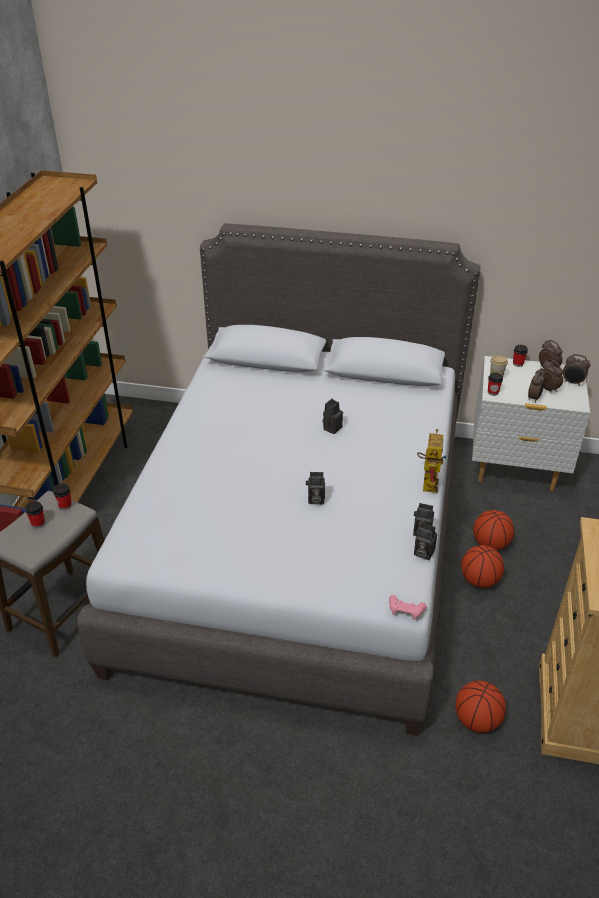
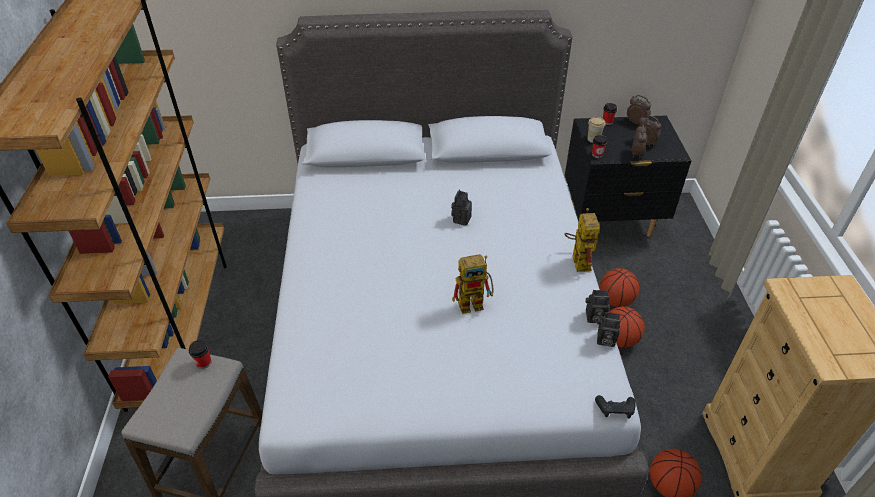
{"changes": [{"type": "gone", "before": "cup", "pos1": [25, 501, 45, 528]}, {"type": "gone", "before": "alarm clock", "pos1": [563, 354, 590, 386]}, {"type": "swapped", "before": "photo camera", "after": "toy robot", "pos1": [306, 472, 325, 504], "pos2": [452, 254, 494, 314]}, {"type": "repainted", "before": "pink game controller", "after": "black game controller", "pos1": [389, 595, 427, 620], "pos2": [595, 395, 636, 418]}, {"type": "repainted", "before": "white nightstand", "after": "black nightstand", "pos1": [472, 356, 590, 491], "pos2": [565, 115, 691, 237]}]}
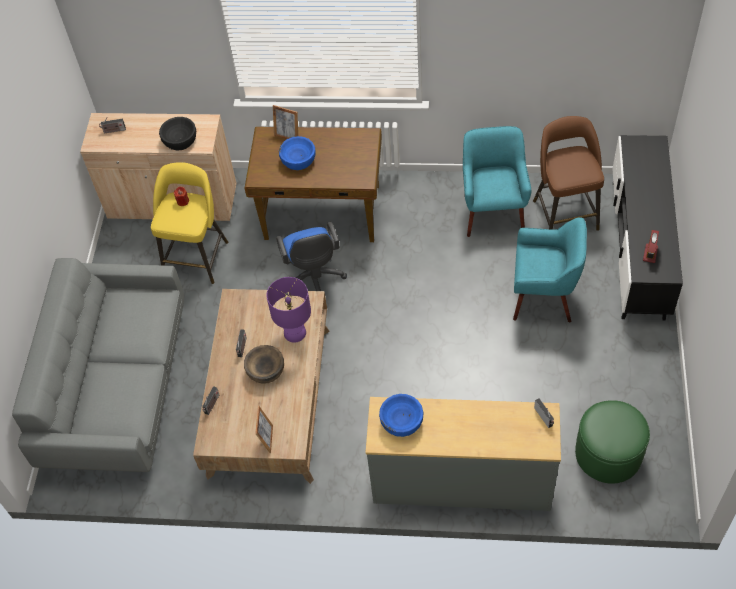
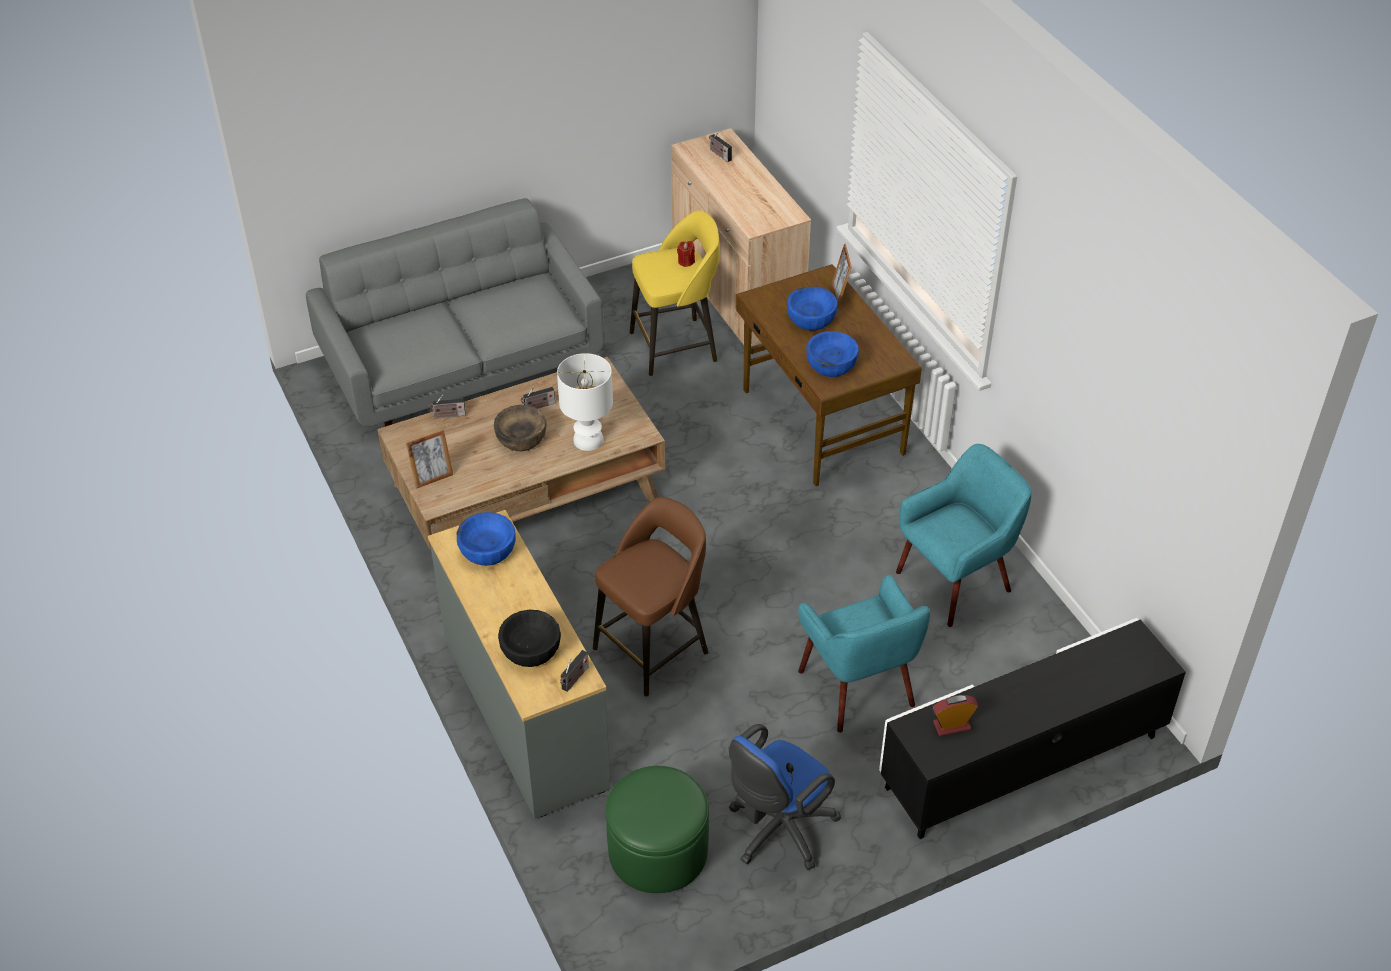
{"changes": [{"type": "new", "after": "blue bowl", "pos2": [806, 331, 859, 377]}, {"type": "shifted", "before": "black bowl", "pos1": [159, 117, 196, 150], "pos2": [498, 610, 561, 667]}, {"type": "shifted", "before": "blue office chair", "pos1": [276, 222, 347, 291], "pos2": [729, 724, 841, 870]}, {"type": "shifted", "before": "brown stool", "pos1": [533, 116, 604, 231], "pos2": [593, 497, 709, 697]}, {"type": "repainted", "before": "purple table lamp", "after": "white table lamp", "pos1": [266, 277, 311, 343], "pos2": [557, 353, 613, 451]}]}
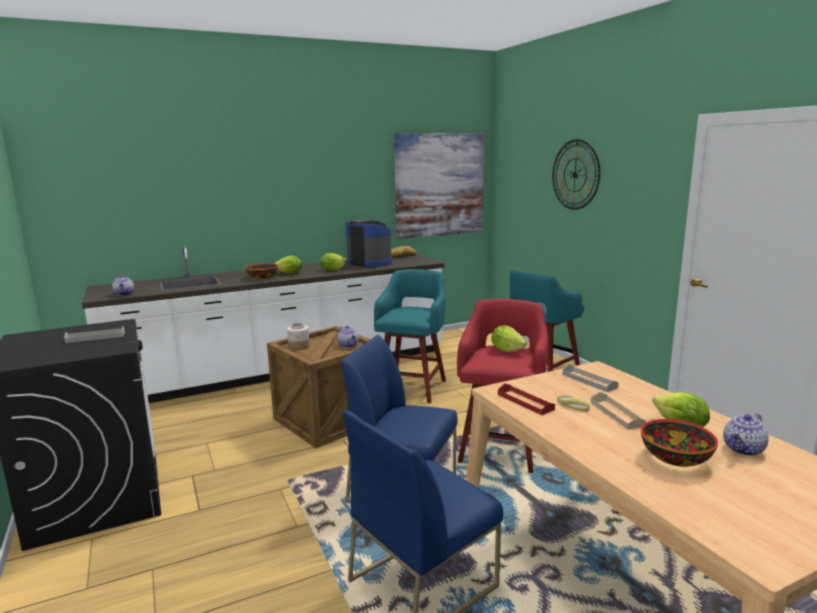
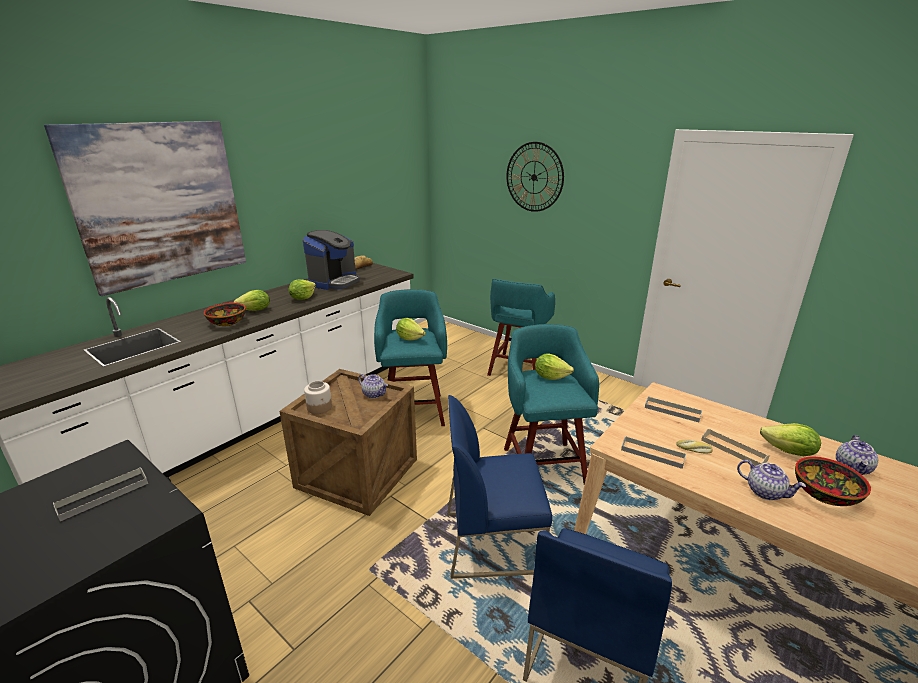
{"changes": [{"type": "new", "after": "lettuce", "pos2": [396, 318, 426, 341]}, {"type": "shifted", "before": "teapot", "pos1": [112, 275, 134, 296], "pos2": [737, 460, 806, 500]}, {"type": "shifted", "before": "picture", "pos1": [394, 133, 484, 239], "pos2": [44, 121, 246, 296]}, {"type": "repainted", "before": "red stool", "after": "turquoise stool", "pos1": [457, 299, 548, 474], "pos2": [504, 324, 599, 484]}, {"type": "repainted", "before": "red tray", "after": "grey tray", "pos1": [498, 383, 555, 415], "pos2": [621, 436, 686, 469]}, {"type": "rotated", "before": "coffee machine", "pos1": [346, 220, 392, 267], "pos2": [303, 230, 360, 290], "turn": 105}]}
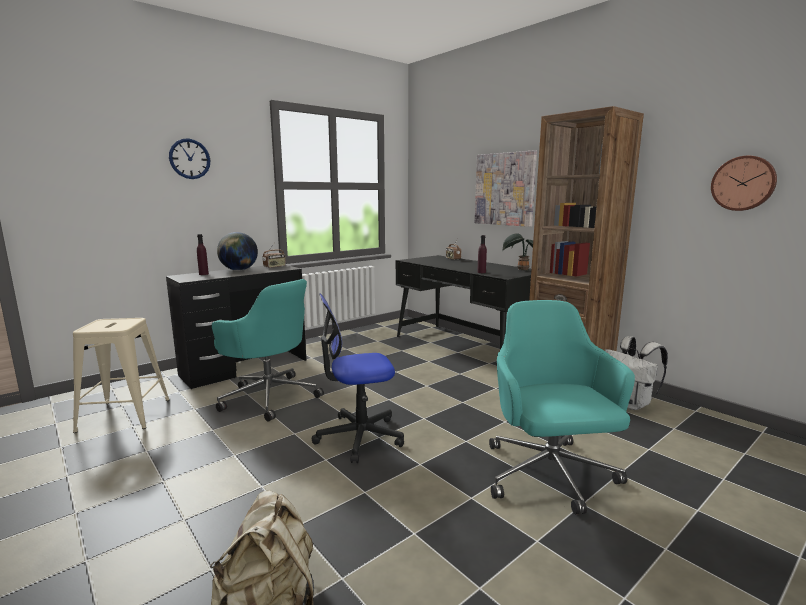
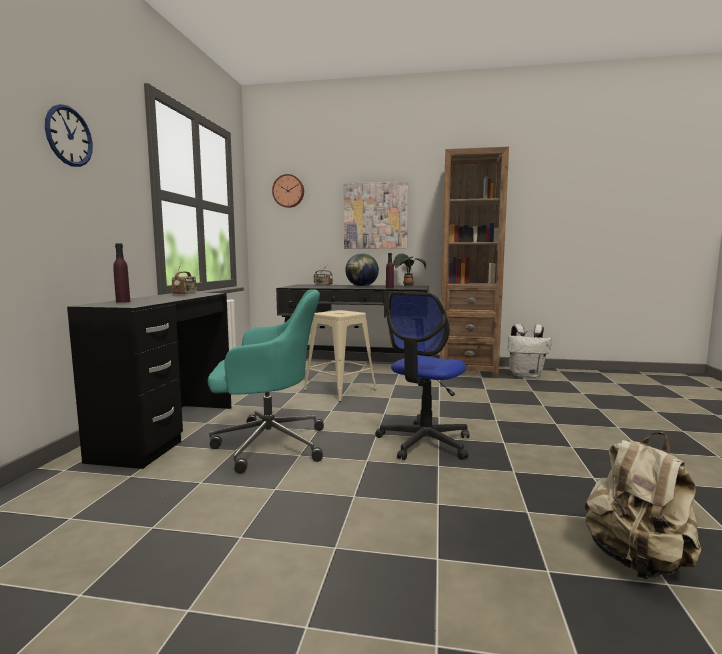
{"changes": [{"type": "gone", "before": "turquoise office chair", "pos1": [489, 300, 635, 514]}, {"type": "shifted", "before": "beige stool", "pos1": [73, 318, 170, 433], "pos2": [304, 310, 377, 402]}, {"type": "shifted", "before": "globe", "pos1": [217, 232, 258, 271], "pos2": [345, 253, 379, 287]}, {"type": "shifted", "before": "wall clock", "pos1": [711, 156, 777, 211], "pos2": [272, 174, 304, 208]}]}
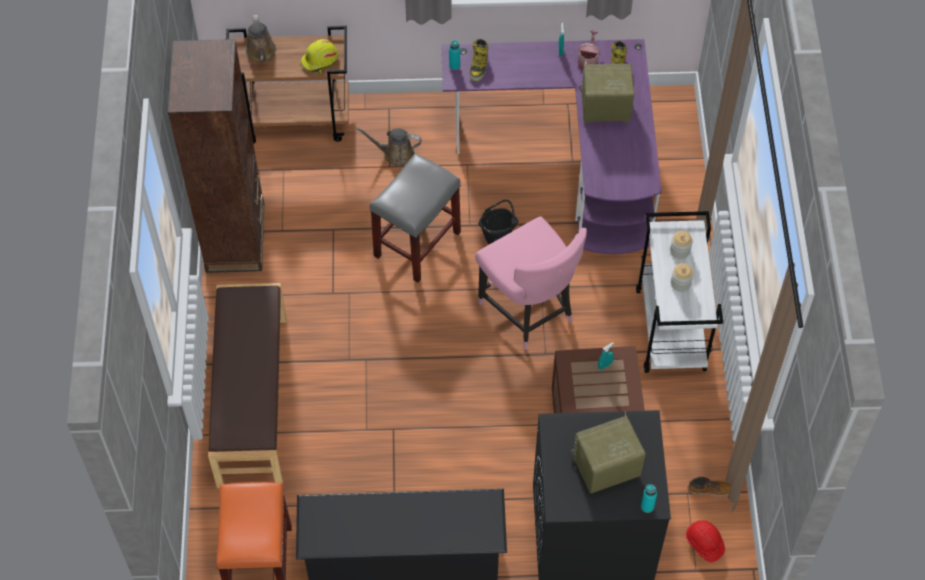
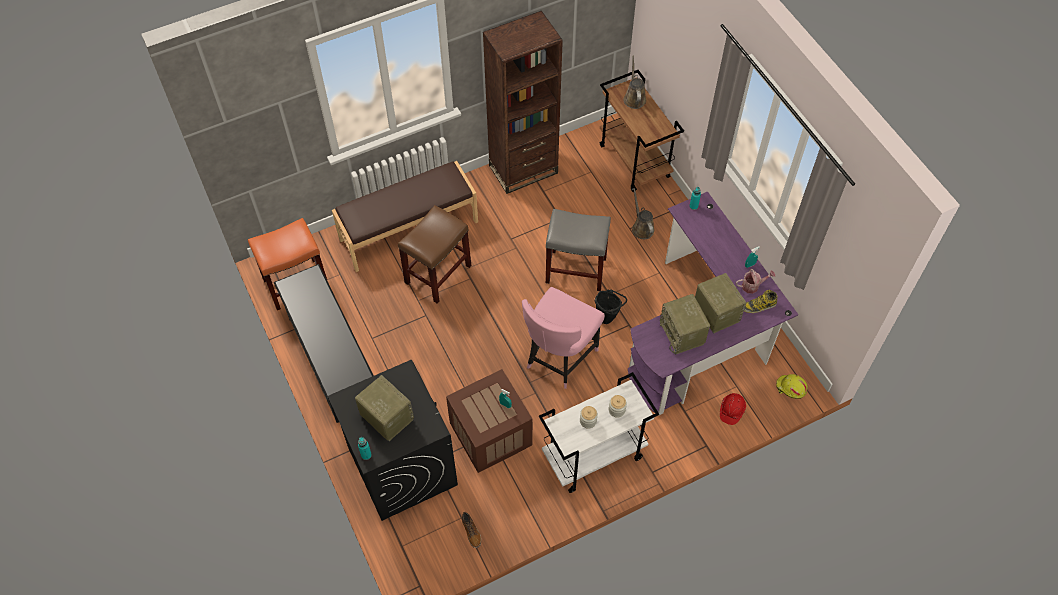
{"changes": [{"type": "gone", "before": "boot", "pos1": [470, 39, 488, 81]}, {"type": "new", "after": "brown stool", "pos2": [398, 205, 472, 304]}, {"type": "new", "after": "radio", "pos2": [660, 294, 710, 354]}, {"type": "shifted", "before": "yellow hard hat", "pos1": [301, 39, 339, 74], "pos2": [776, 374, 807, 399]}, {"type": "shifted", "before": "red hard hat", "pos1": [686, 520, 725, 562], "pos2": [720, 393, 746, 425]}, {"type": "rotated", "before": "brown watering can", "pos1": [246, 15, 276, 63], "pos2": [623, 56, 646, 109], "turn": 120}]}
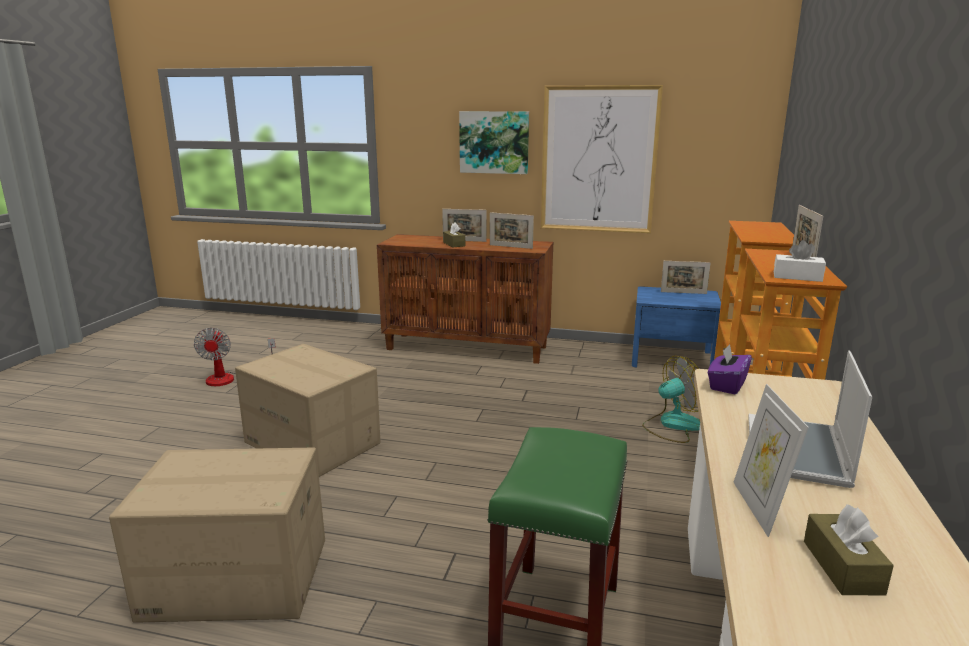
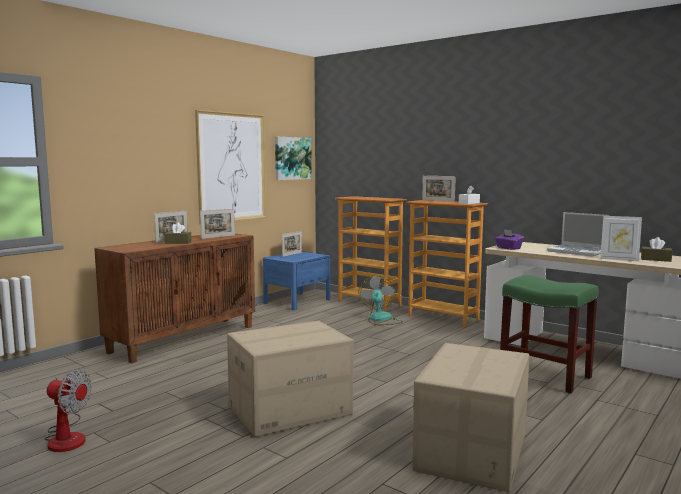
{"changes": [{"type": "shifted", "before": "picture", "pos1": [459, 111, 529, 174], "pos2": [275, 137, 312, 180]}]}
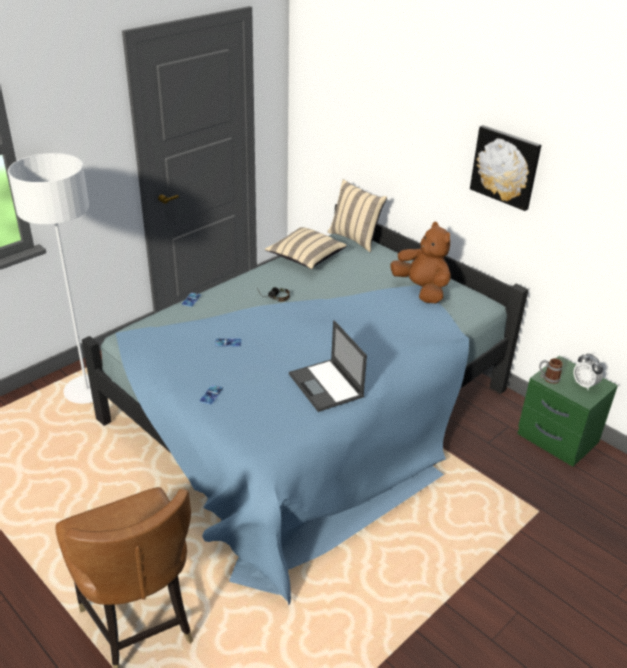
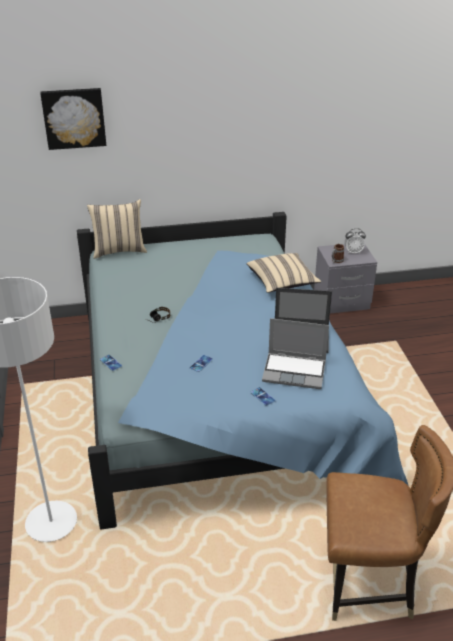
{"changes": [{"type": "gone", "before": "brown plush toy", "pos1": [391, 222, 451, 304]}, {"type": "new", "after": "laptop", "pos2": [262, 318, 329, 389]}, {"type": "shifted", "before": "beige pillow", "pos1": [265, 227, 347, 269], "pos2": [247, 253, 321, 293]}, {"type": "shifted", "before": "picture", "pos1": [470, 125, 541, 211], "pos2": [40, 88, 106, 150]}, {"type": "repainted", "before": "green nightstand", "after": "grey nightstand", "pos1": [518, 356, 618, 467], "pos2": [314, 244, 377, 314]}]}
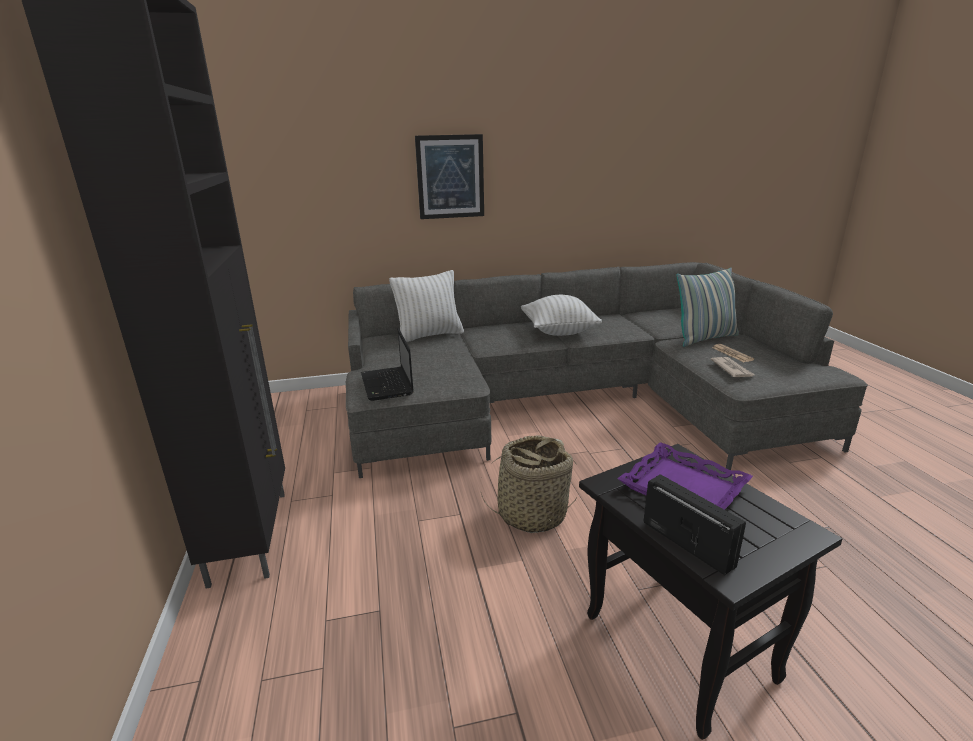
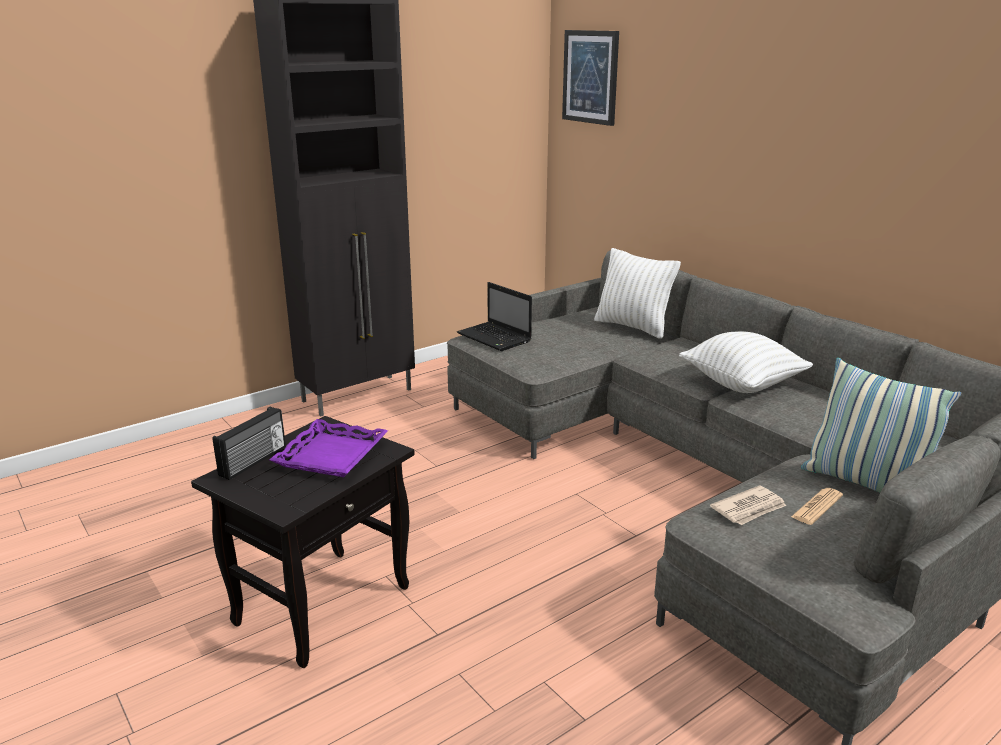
{"changes": [{"type": "gone", "before": "basket", "pos1": [480, 435, 578, 533]}, {"type": "shifted", "before": "picture", "pos1": [415, 134, 484, 219], "pos2": [562, 30, 619, 126]}, {"type": "rotated", "before": "laptop", "pos1": [361, 328, 413, 401], "pos2": [457, 282, 532, 351], "turn": -90}]}
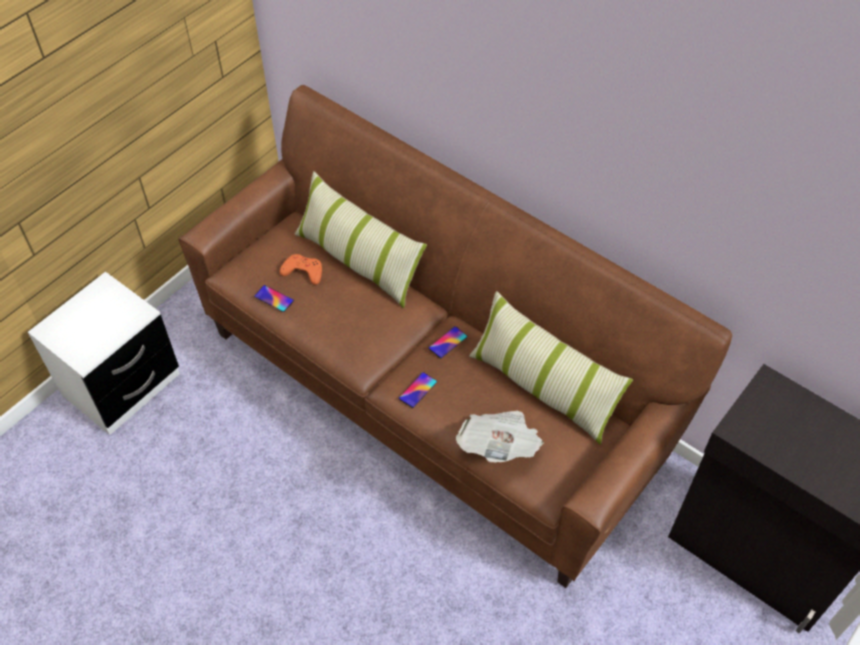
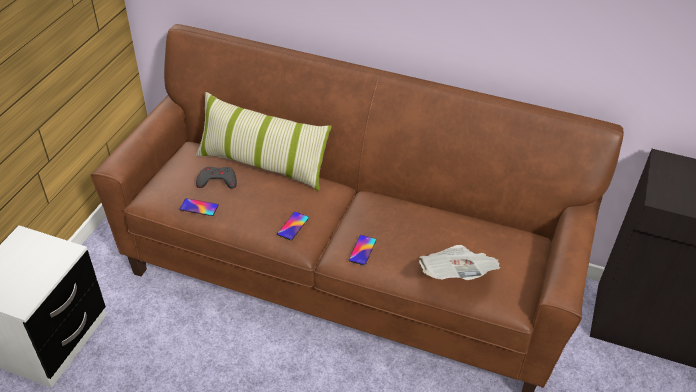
{"changes": [{"type": "gone", "before": "pillow", "pos1": [469, 291, 633, 444]}, {"type": "shifted", "before": "phone", "pos1": [428, 326, 467, 358], "pos2": [277, 212, 309, 240]}, {"type": "repainted", "before": "orange game controller", "after": "grey game controller", "pos1": [280, 254, 322, 285], "pos2": [196, 167, 237, 189]}]}
